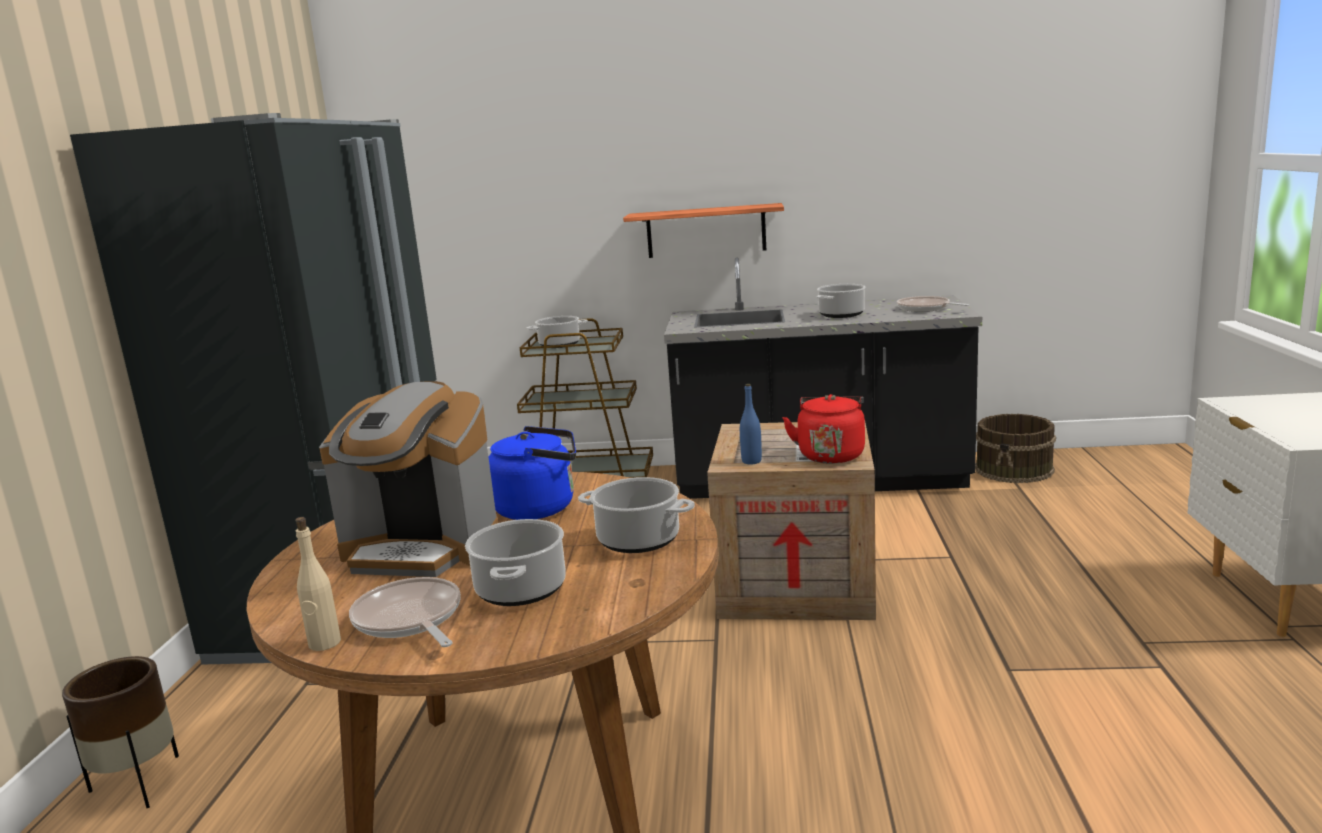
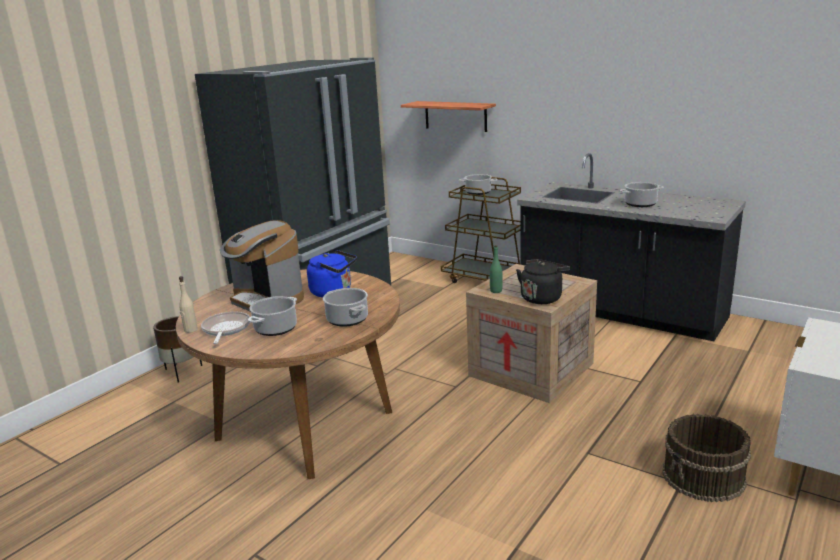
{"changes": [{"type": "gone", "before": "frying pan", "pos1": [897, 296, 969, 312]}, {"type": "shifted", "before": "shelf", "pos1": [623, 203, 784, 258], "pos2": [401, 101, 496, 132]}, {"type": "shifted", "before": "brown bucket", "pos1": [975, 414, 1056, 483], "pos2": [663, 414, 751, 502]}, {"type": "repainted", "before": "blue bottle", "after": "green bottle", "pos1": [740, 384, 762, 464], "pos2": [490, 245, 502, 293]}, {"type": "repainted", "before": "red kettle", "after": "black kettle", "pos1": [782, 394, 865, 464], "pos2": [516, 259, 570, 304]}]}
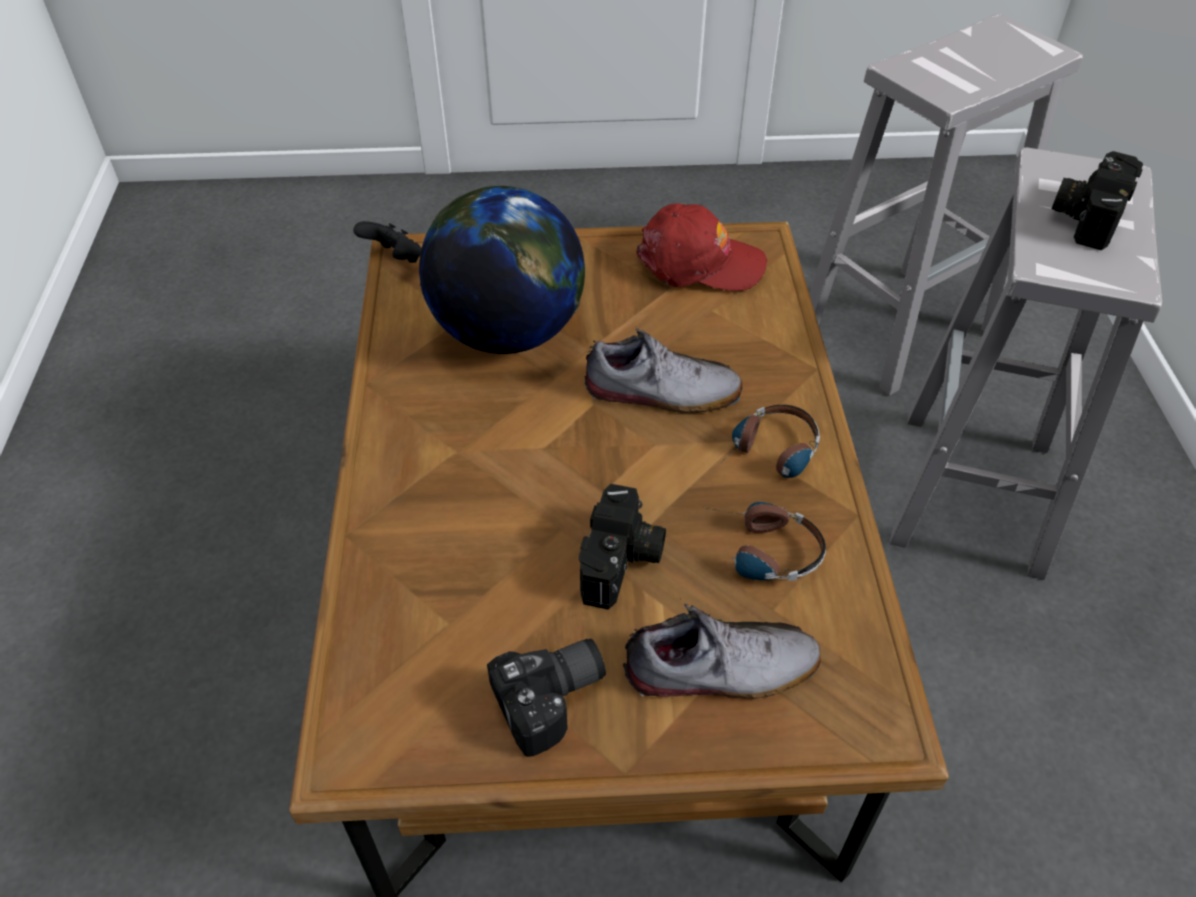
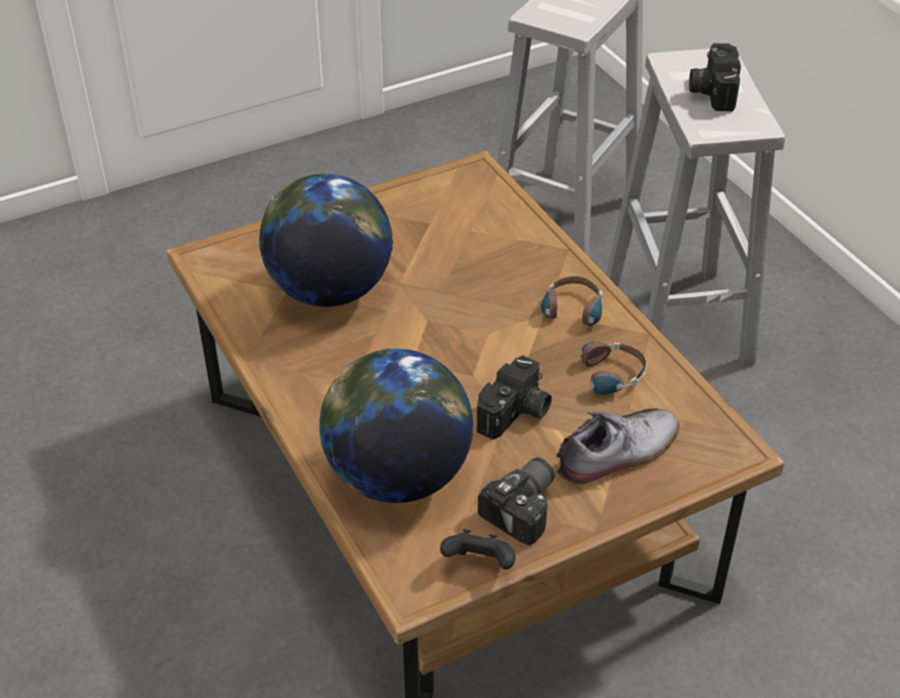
{"changes": [{"type": "gone", "before": "shoe", "pos1": [585, 328, 742, 413]}, {"type": "gone", "before": "red cap", "pos1": [636, 203, 767, 291]}, {"type": "new", "after": "globe", "pos2": [319, 349, 473, 503]}, {"type": "shifted", "before": "black game controller", "pos1": [353, 221, 422, 263], "pos2": [440, 529, 516, 569]}, {"type": "rotated", "before": "photo camera", "pos1": [579, 484, 666, 610], "pos2": [477, 355, 552, 440], "turn": 45}]}
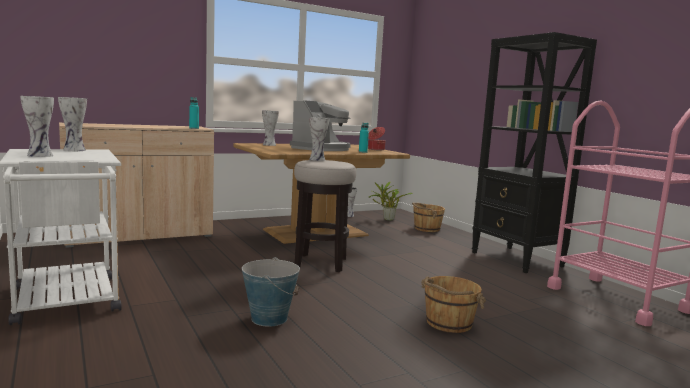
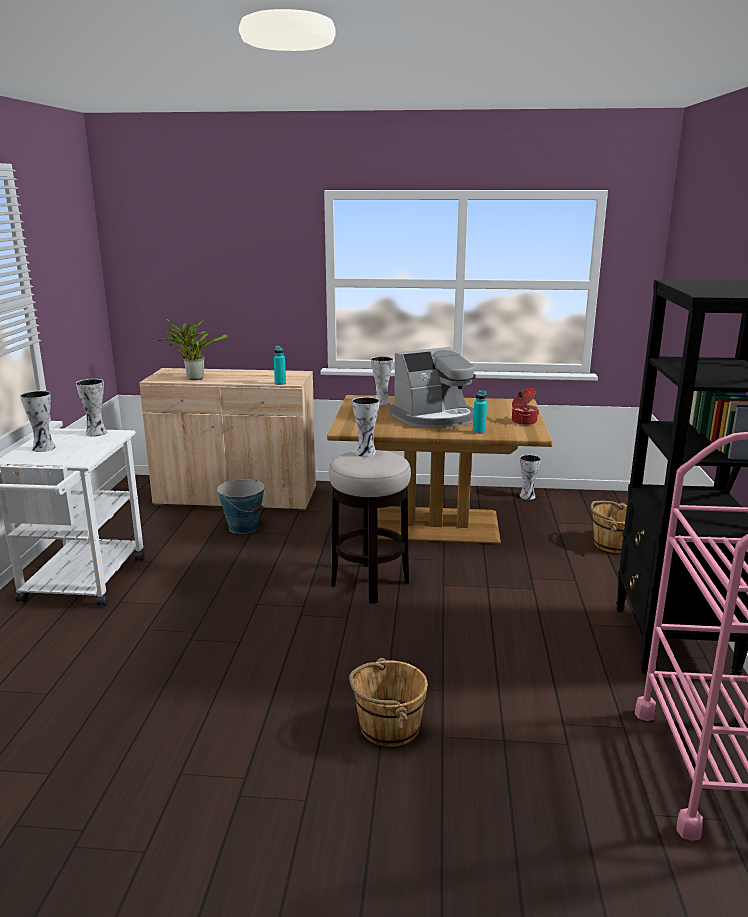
{"changes": [{"type": "shifted", "before": "bucket", "pos1": [242, 257, 300, 327], "pos2": [217, 479, 266, 534]}, {"type": "shifted", "before": "potted plant", "pos1": [369, 182, 413, 221], "pos2": [155, 319, 228, 380]}]}
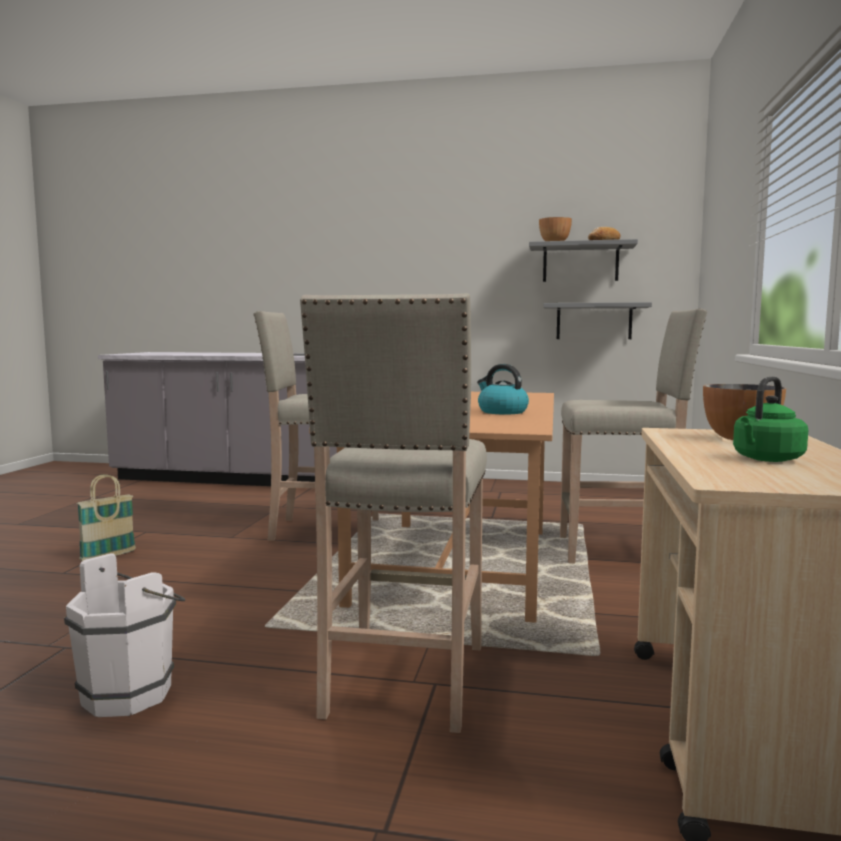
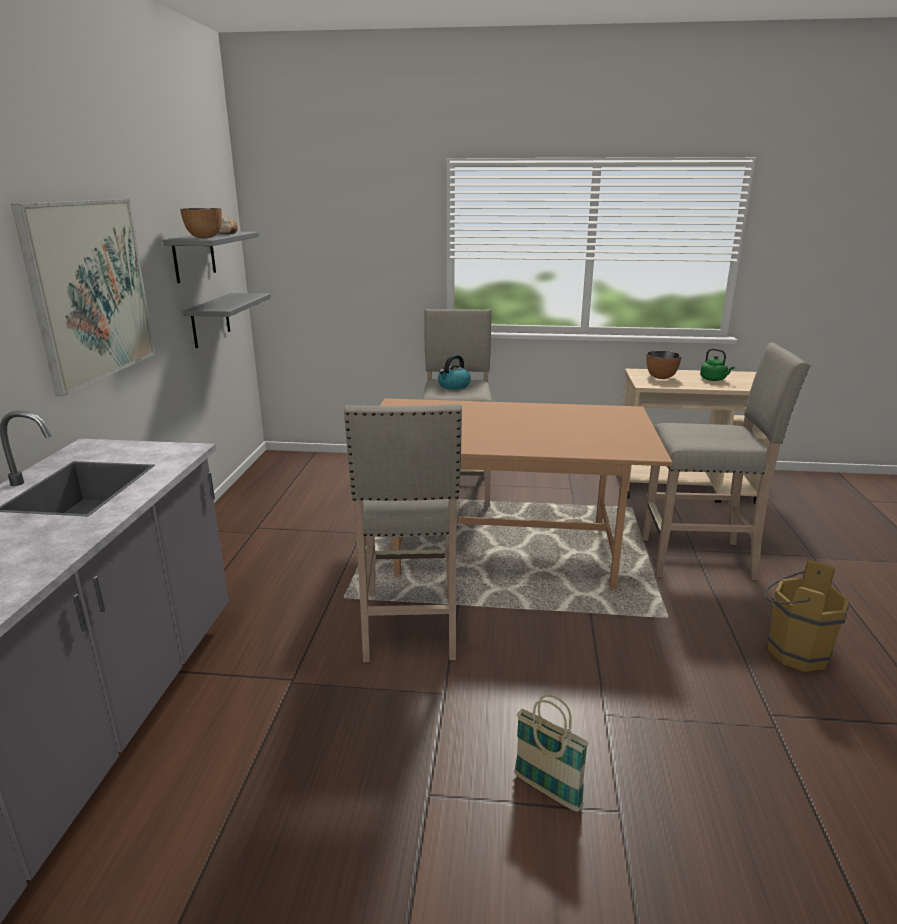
{"changes": [{"type": "new", "after": "picture", "pos2": [11, 199, 155, 396]}, {"type": "shifted", "before": "kettle", "pos1": [477, 364, 529, 414], "pos2": [438, 355, 471, 389]}, {"type": "repainted", "before": "white bucket", "after": "brown bucket", "pos1": [64, 553, 185, 717], "pos2": [764, 560, 849, 672]}]}
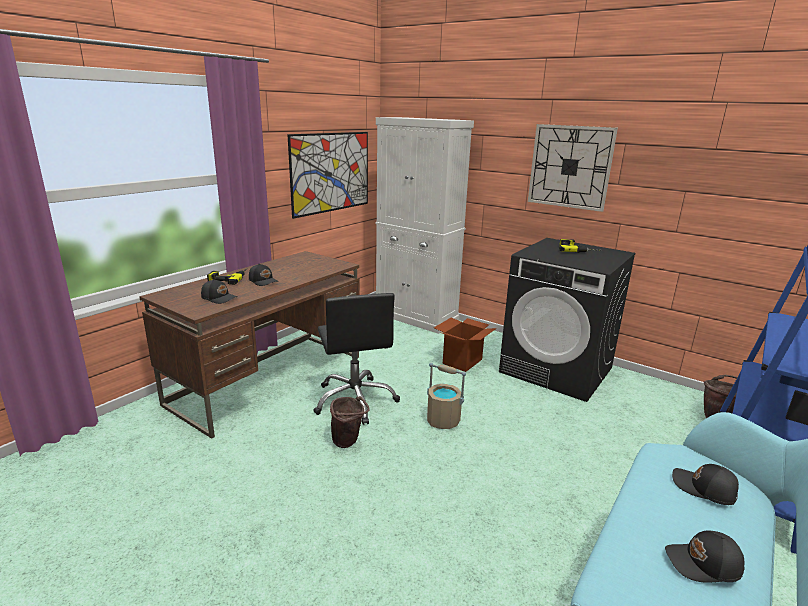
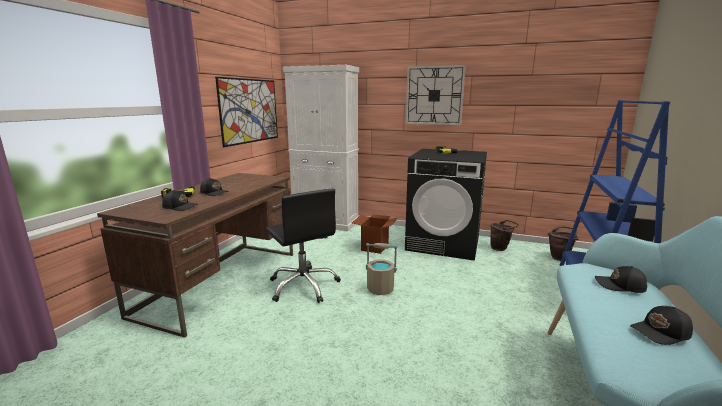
{"changes": [{"type": "shifted", "before": "brown bucket", "pos1": [330, 396, 369, 448], "pos2": [490, 220, 519, 251]}]}
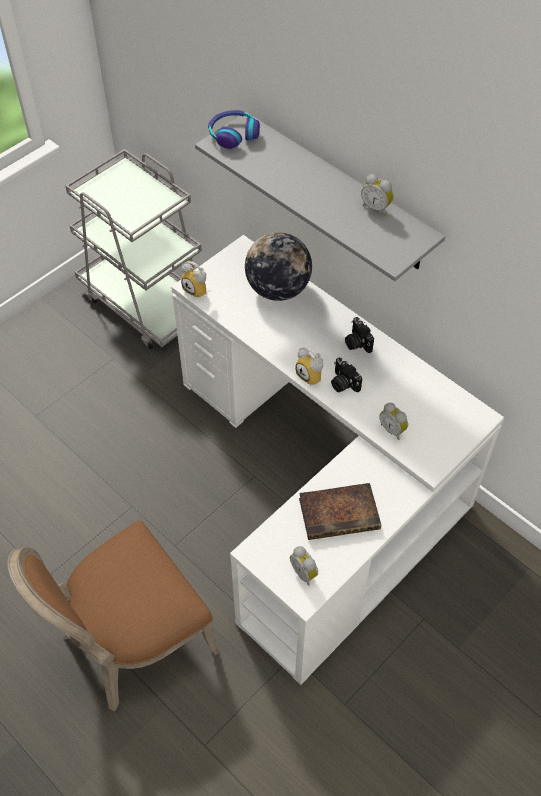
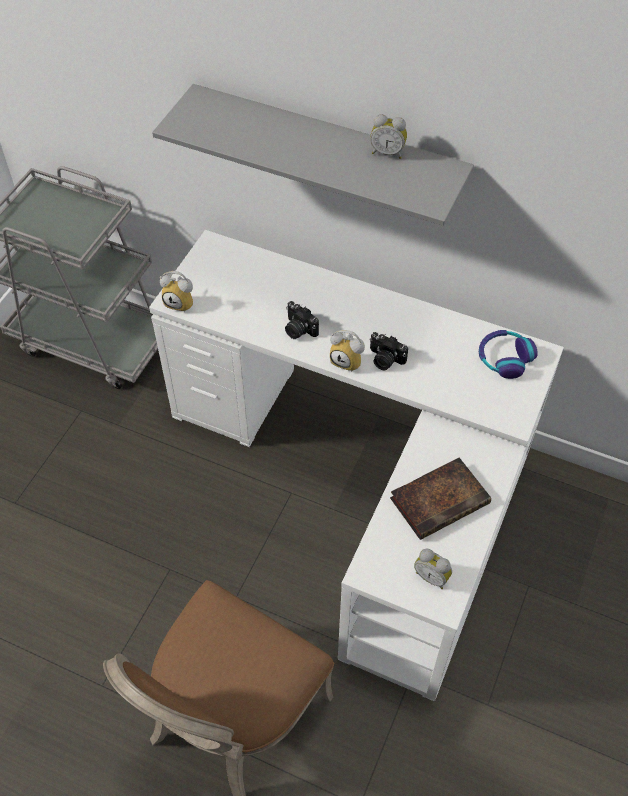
{"changes": [{"type": "gone", "before": "globe", "pos1": [245, 232, 312, 301]}, {"type": "gone", "before": "alarm clock", "pos1": [379, 403, 408, 440]}, {"type": "shifted", "before": "headphones", "pos1": [208, 110, 260, 149], "pos2": [479, 330, 538, 379]}, {"type": "shifted", "before": "photo camera", "pos1": [345, 317, 374, 353], "pos2": [285, 301, 319, 339]}]}
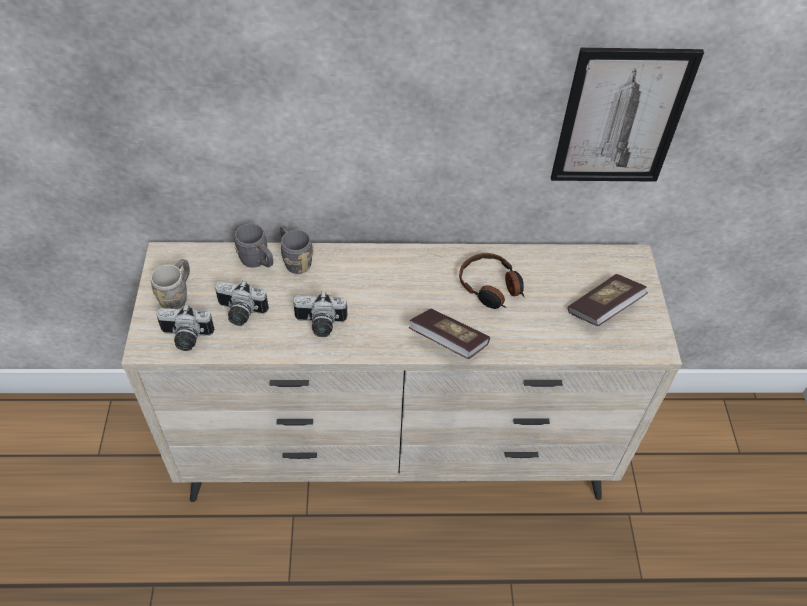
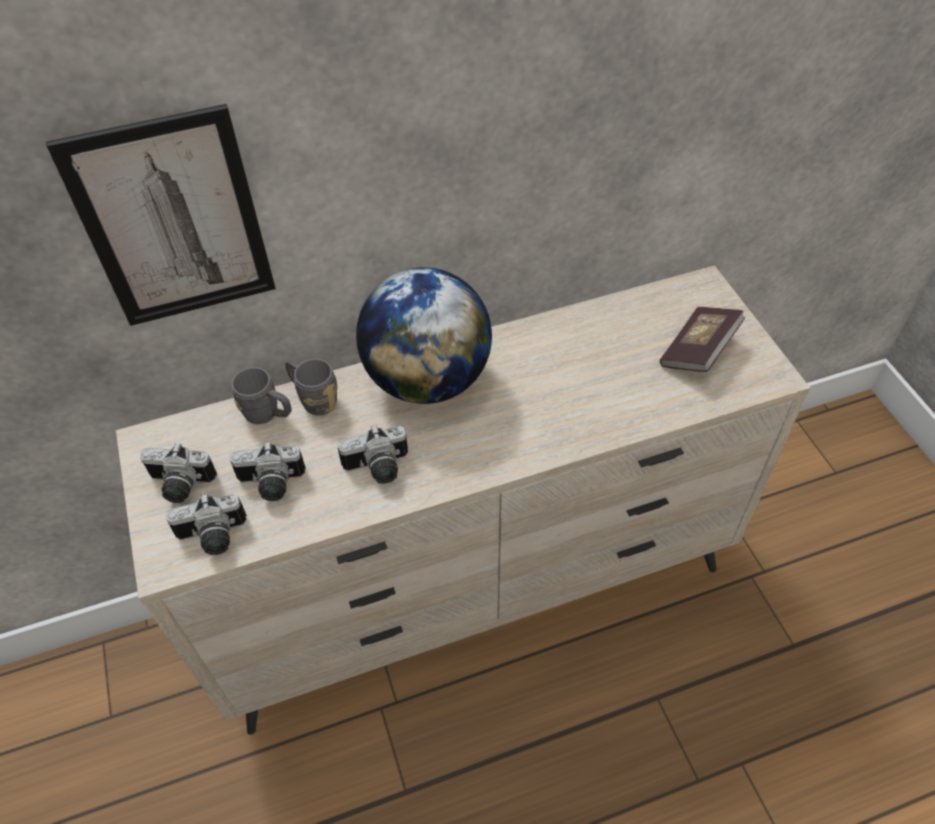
{"changes": [{"type": "gone", "before": "book", "pos1": [409, 309, 490, 359]}, {"type": "gone", "before": "headphones", "pos1": [459, 253, 524, 309]}, {"type": "new", "after": "globe", "pos2": [356, 267, 492, 404]}, {"type": "shifted", "before": "picture", "pos1": [551, 48, 704, 182], "pos2": [46, 104, 276, 326]}, {"type": "swapped", "before": "grey mug", "after": "photo camera", "pos1": [151, 259, 190, 309], "pos2": [140, 443, 217, 503]}]}
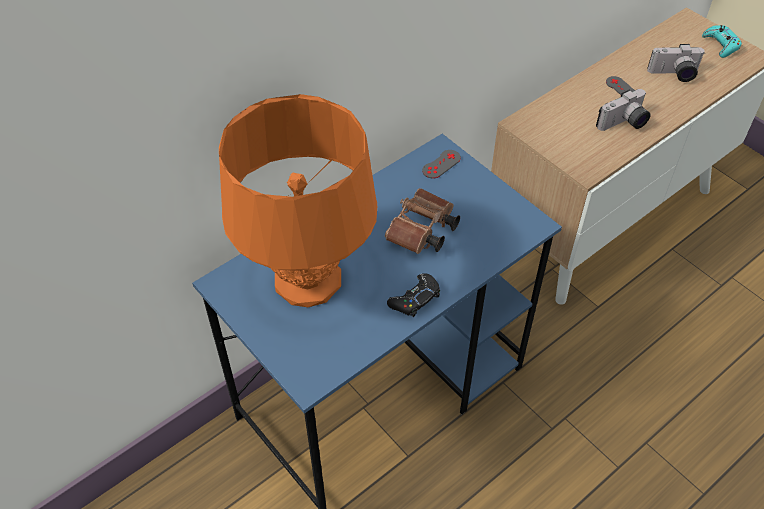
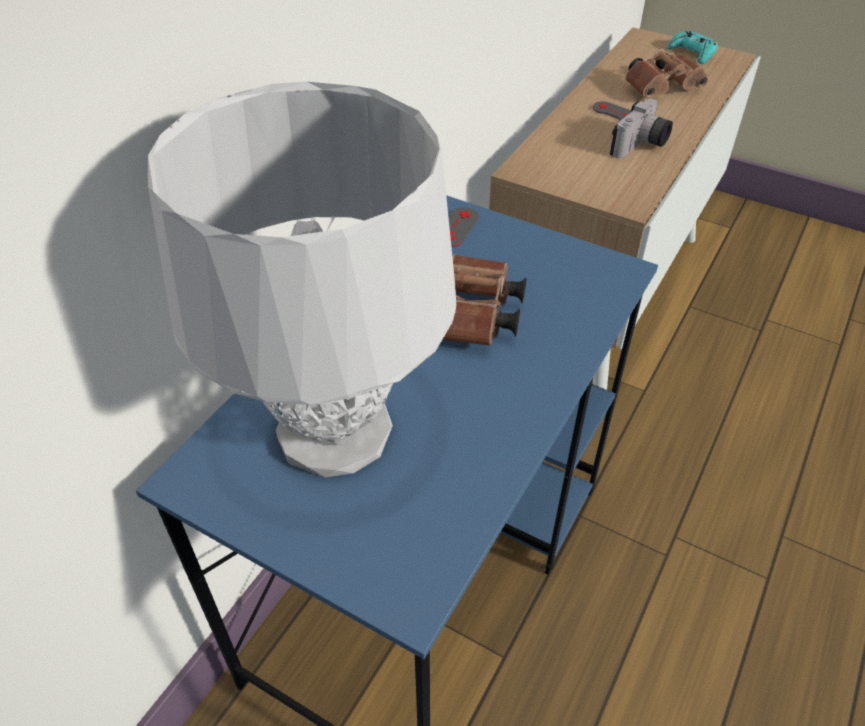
{"changes": [{"type": "gone", "before": "black game controller", "pos1": [387, 273, 440, 317]}, {"type": "swapped", "before": "photo camera", "after": "brown binoculars", "pos1": [647, 44, 704, 82], "pos2": [626, 48, 708, 98]}, {"type": "repainted", "before": "orange table lamp", "after": "grey table lamp", "pos1": [219, 94, 377, 307], "pos2": [148, 82, 456, 477]}]}
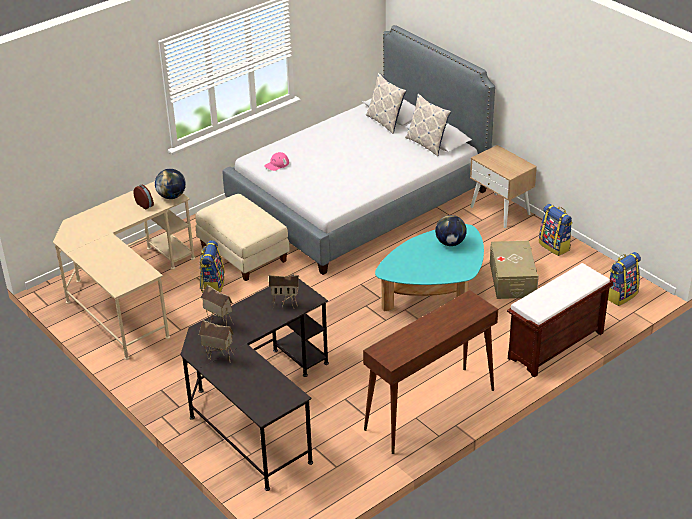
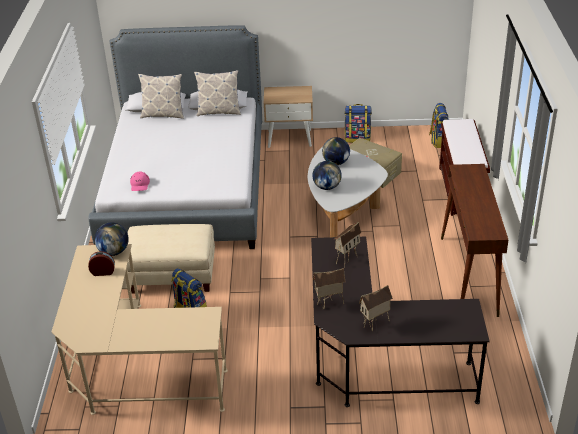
{"changes": [{"type": "new", "after": "globe", "pos2": [312, 161, 342, 190]}, {"type": "repainted", "before": "turquoise coffee table", "after": "white coffee table", "pos1": [375, 224, 484, 311], "pos2": [308, 147, 388, 237]}]}
